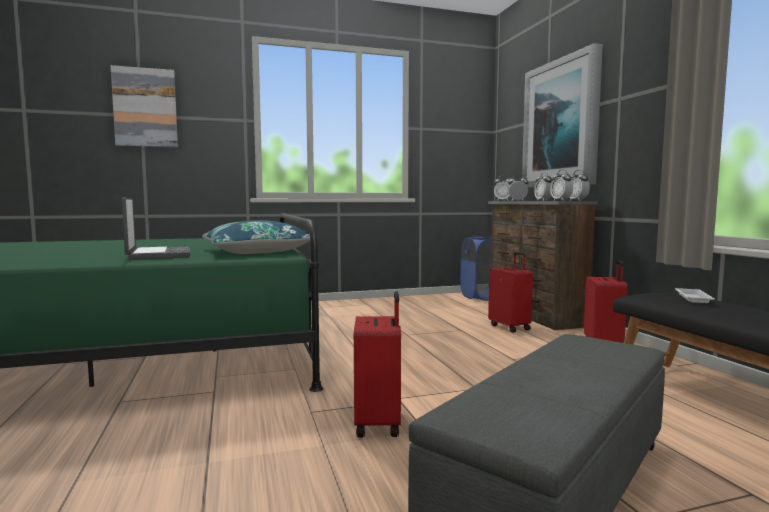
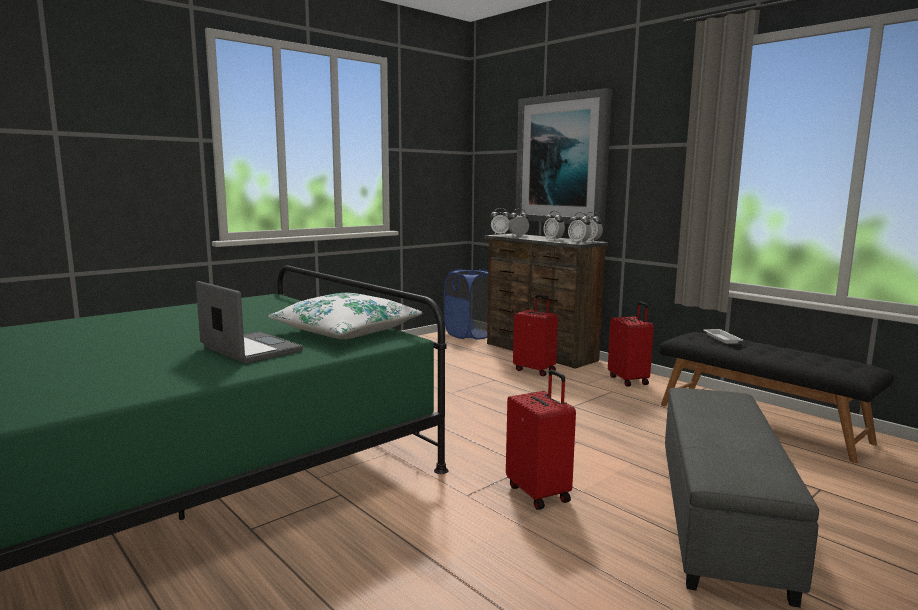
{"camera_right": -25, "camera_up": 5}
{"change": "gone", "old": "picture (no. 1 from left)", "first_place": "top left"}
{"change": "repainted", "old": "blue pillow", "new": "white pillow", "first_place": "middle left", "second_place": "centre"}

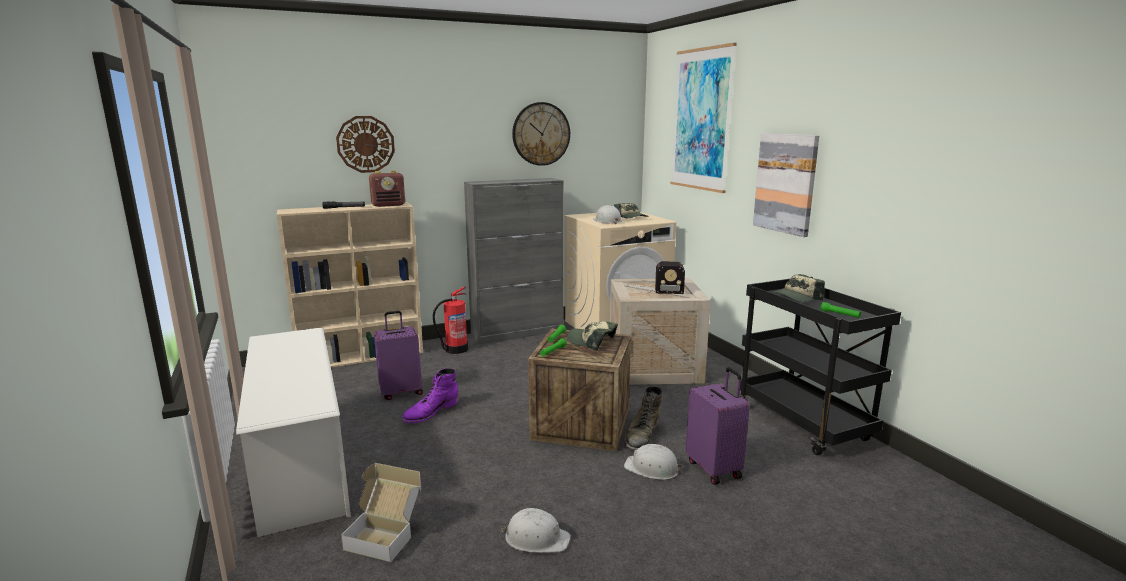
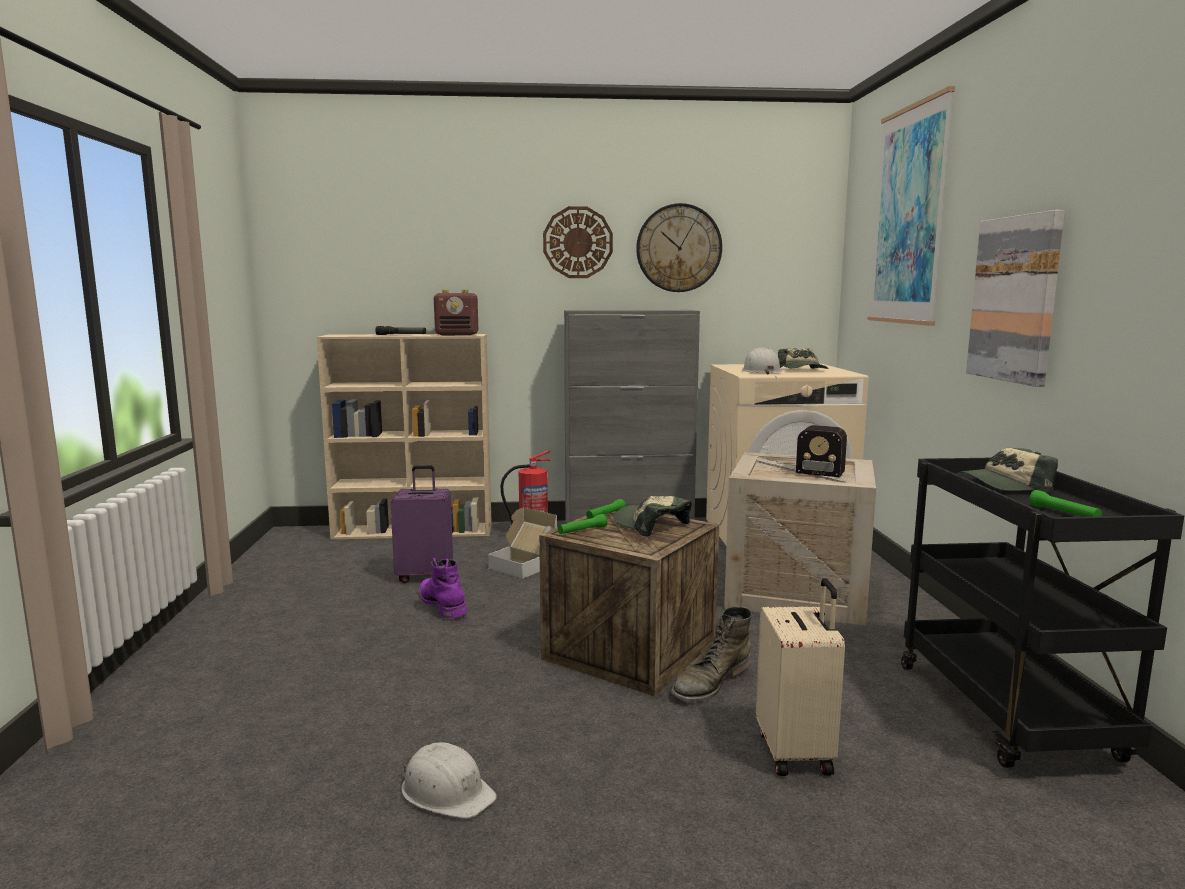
{"camera_right": 20, "camera_up": -5}
{"change": "gone", "old": "white shoe rack", "first_place": "bottom left"}
{"change": "gone", "old": "white hard hat (no. 3 from left)", "first_place": "bottom centre"}
{"change": "shifted", "old": "wall clock (no. 1 from left)", "first_place": "top left", "second_place": "top centre"}
{"change": "shifted", "old": "cardboard box", "first_place": "bottom centre", "second_place": "centre"}
{"change": "repainted", "old": "purple suitcase (no. 2 from left)", "new": "beige suitcase", "first_place": "bottom centre", "second_place": "bottom right"}
{"change": "rotated", "old": "purple boot", "first_place": "bottom centre", "second_place": "centre", "degrees": 90}

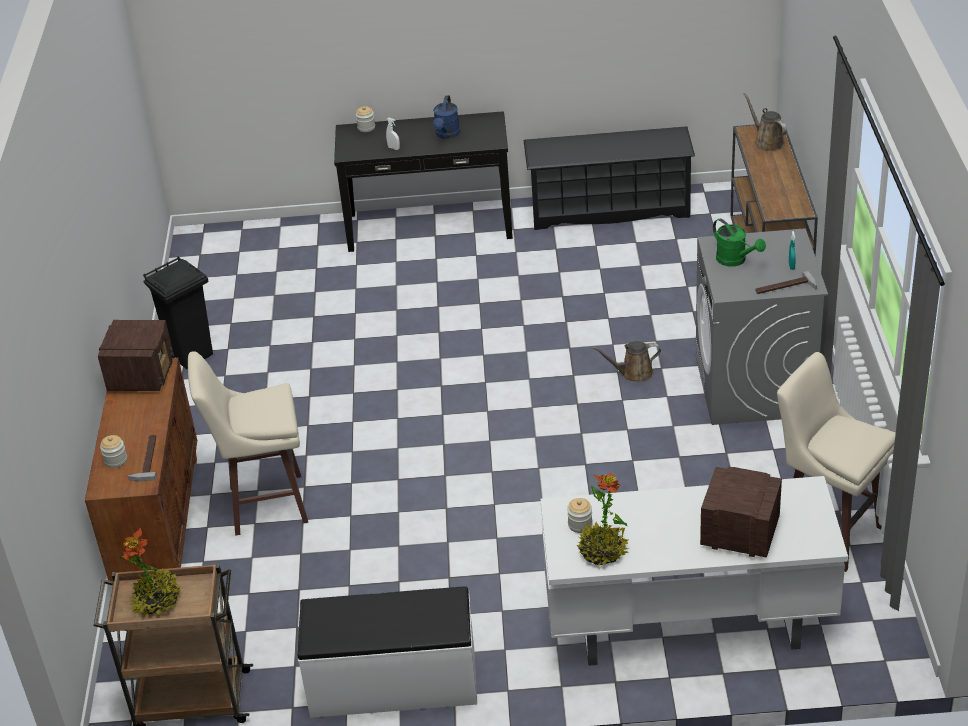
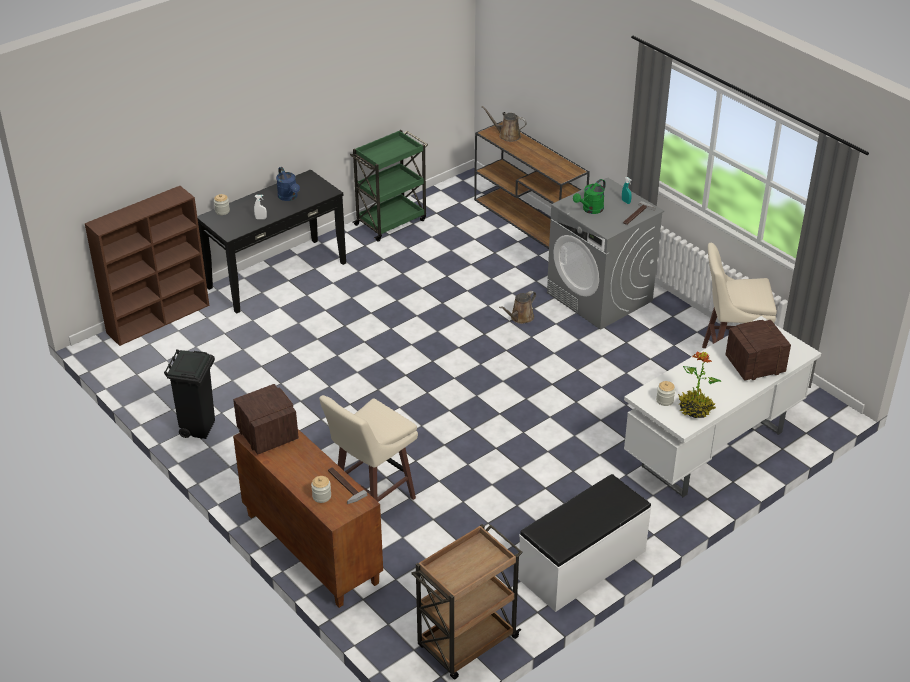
{"camera_right": -40, "camera_up": 0}
{"change": "gone", "old": "potted plant (no. 1 from left)", "first_place": "bottom left"}
{"change": "new", "new": "brown bookcase", "second_place": "middle left"}
{"change": "swapped", "old": "black shoe rack", "new": "green cart", "first_place": "top centre", "second_place": "top centre"}
{"change": "rotated", "old": "green watering can", "first_place": "middle right", "second_place": "top centre", "degrees": 120}

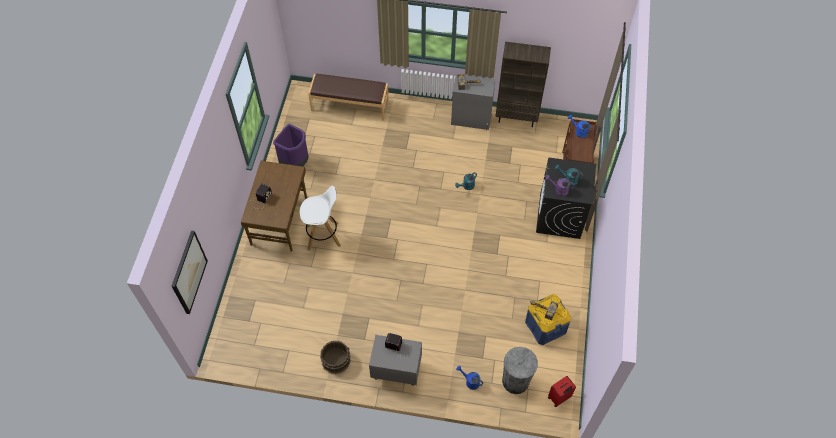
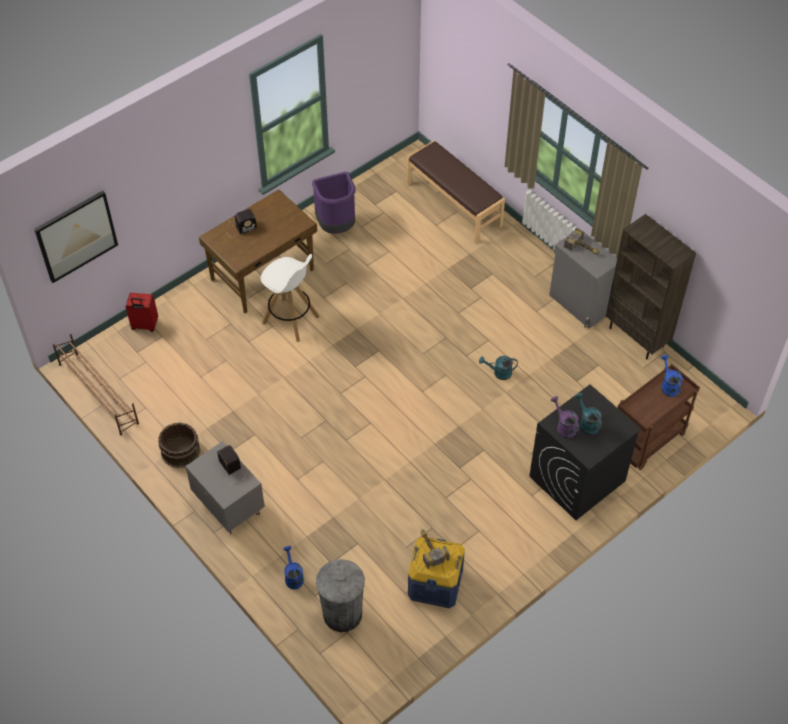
{"camera_right": 40, "camera_up": -5}
{"change": "new", "new": "brown shoe rack", "second_place": "middle left"}
{"change": "shifted", "old": "red suitcase", "first_place": "bottom right", "second_place": "middle left"}

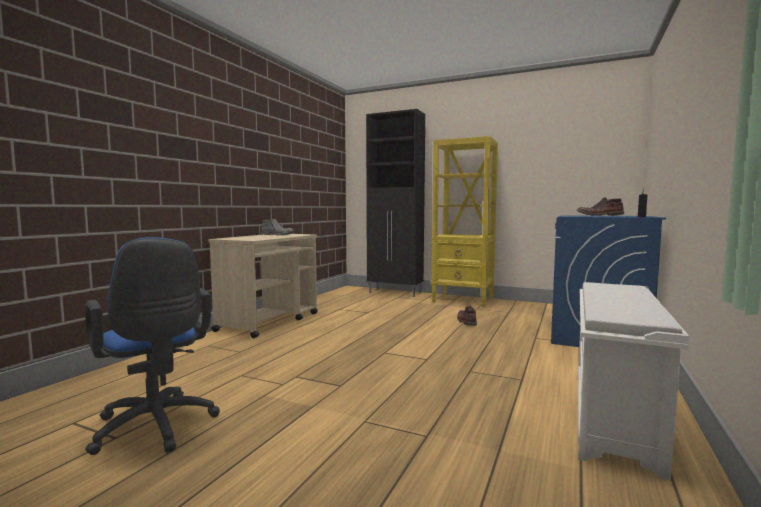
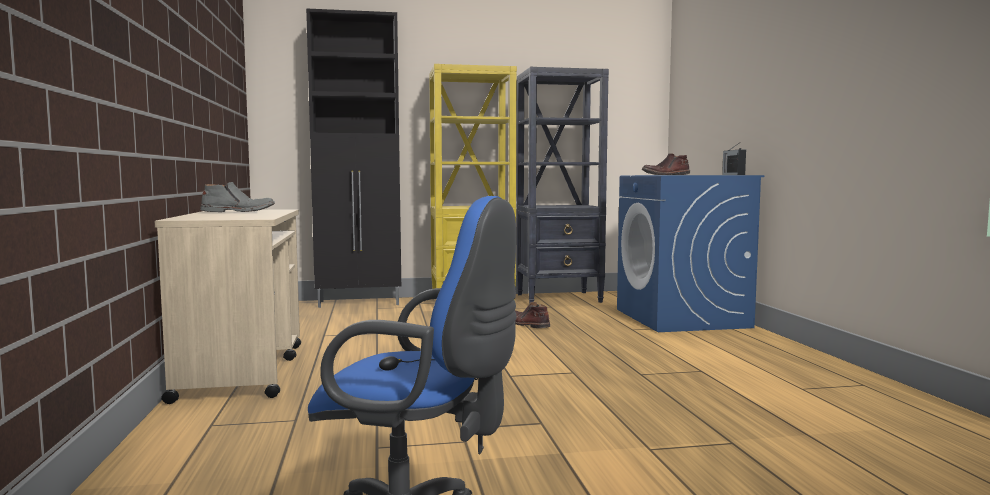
{"camera_right": -35, "camera_up": 0}
{"change": "gone", "old": "white shoe rack", "first_place": "bottom right"}
{"change": "new", "new": "black bookcase", "second_place": "centre"}

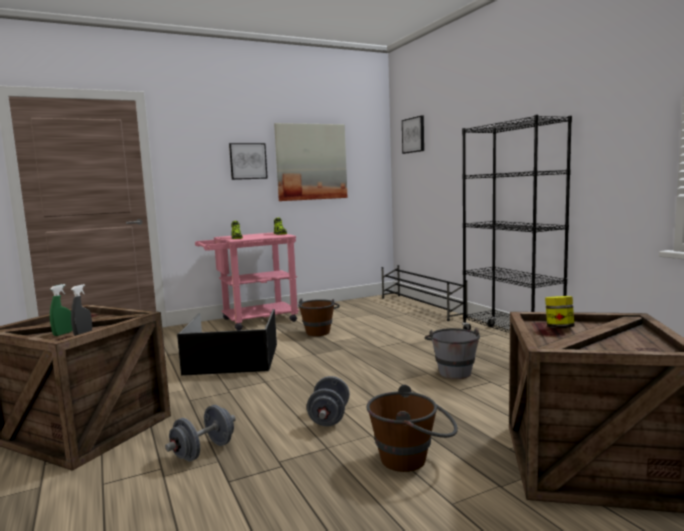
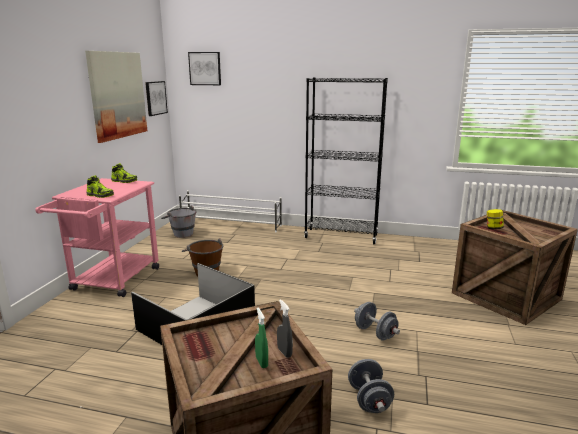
{"camera_right": -50, "camera_up": 10}
{"change": "gone", "old": "brown bucket (no. 2 from left)", "first_place": "bottom centre"}
{"change": "shifted", "old": "picture (no. 1 from left in the first image)", "new": "picture (no. 2 from left)", "first_place": "top centre", "second_place": "top left"}
{"change": "shifted", "old": "grey bucket", "first_place": "centre", "second_place": "middle left"}
{"change": "repainted", "old": "black shoe rack", "new": "white shoe rack", "first_place": "centre", "second_place": "centre"}

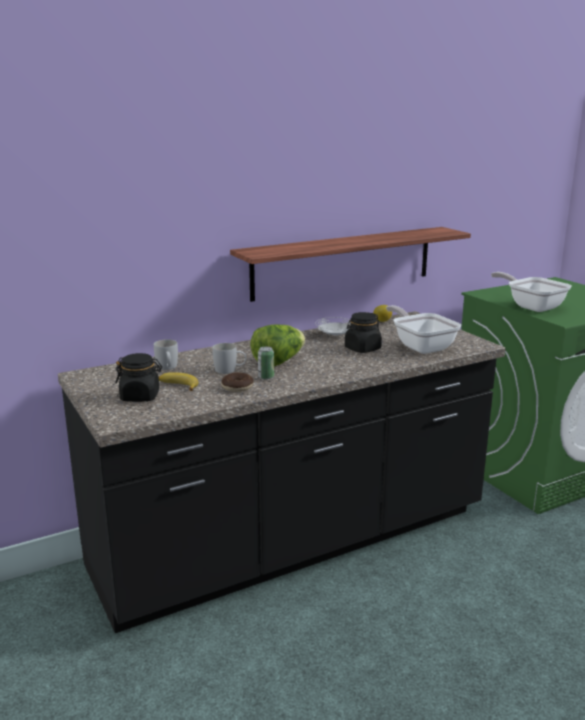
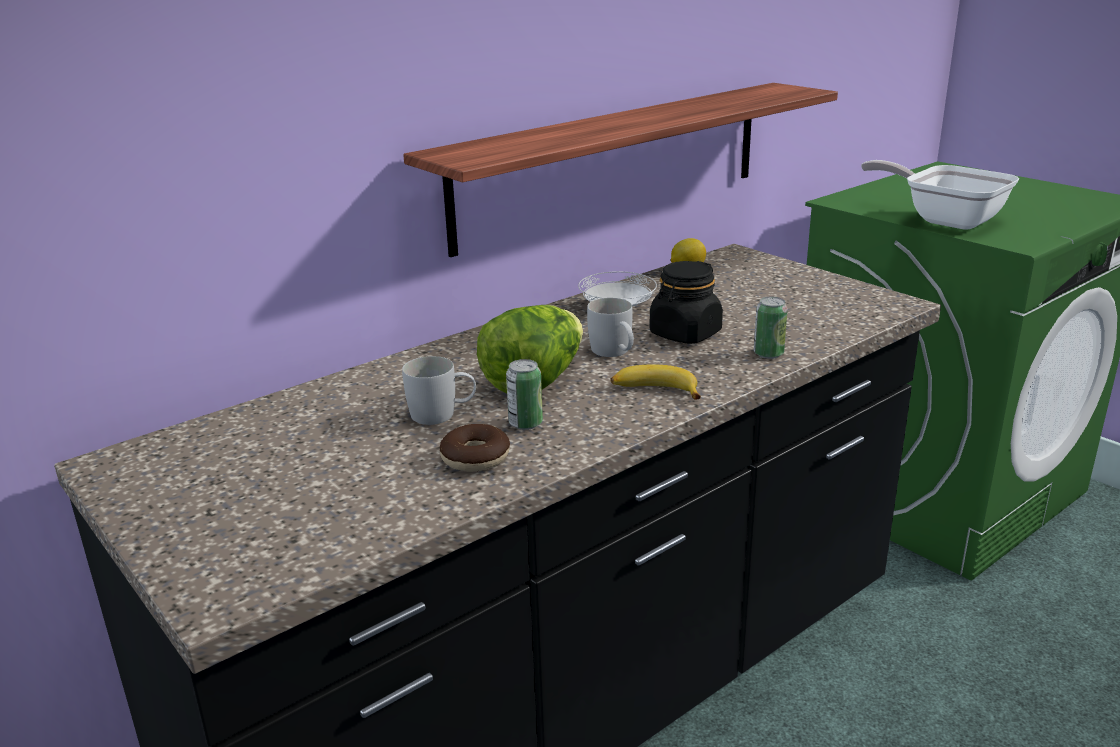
{"camera_right": -10, "camera_up": 5}
{"change": "gone", "old": "black jar (no. 1 from left)", "first_place": "middle left"}
{"change": "gone", "old": "frying pan (no. 1 from left)", "first_place": "middle right"}
{"change": "new", "new": "can (no. 2 from left)", "second_place": "middle right"}
{"change": "shifted", "old": "white mug (no. 1 from left in the first image)", "new": "white mug (no. 2 from left)", "first_place": "middle left", "second_place": "centre"}
{"change": "shifted", "old": "banana", "first_place": "middle left", "second_place": "centre"}

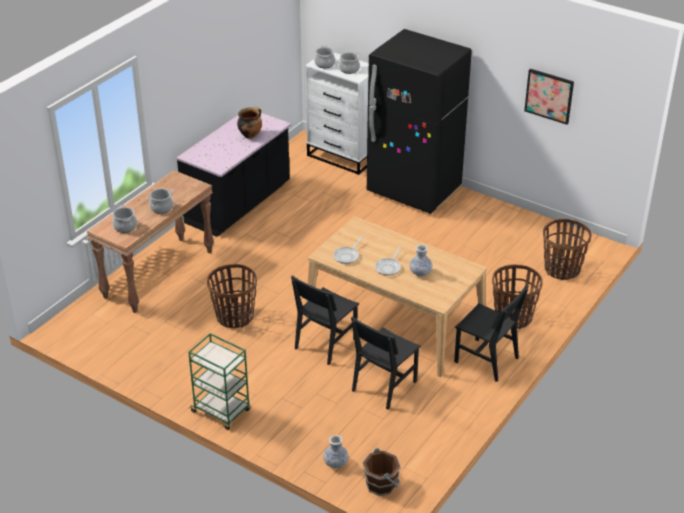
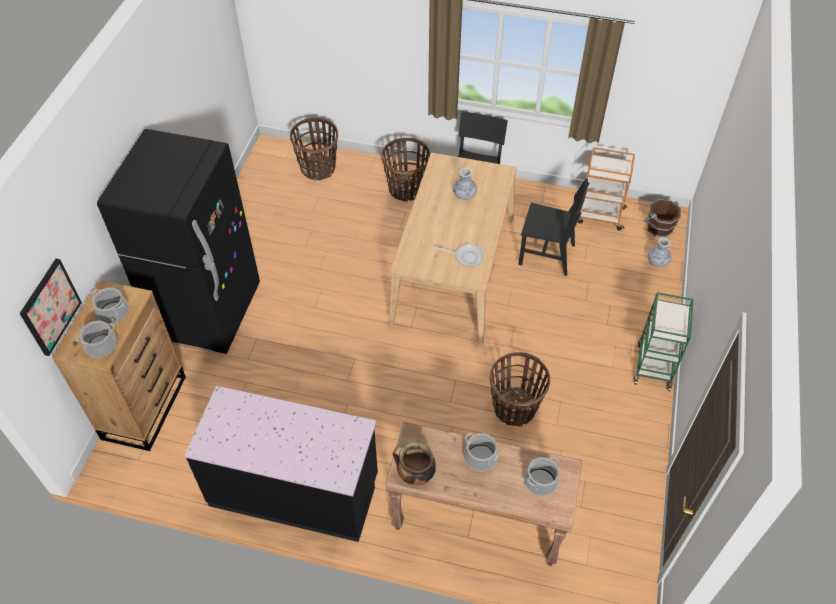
{"camera_right": -110, "camera_up": 15}
{"change": "gone", "old": "black chair (no. 1 from left)", "first_place": "centre"}
{"change": "gone", "old": "frying pan (no. 2 from left)", "first_place": "centre"}
{"change": "new", "new": "orange cart", "second_place": "top right"}
{"change": "shifted", "old": "cooking pot (no. 3 from left)", "first_place": "top centre", "second_place": "bottom centre"}
{"change": "shifted", "old": "picture", "first_place": "top right", "second_place": "middle left"}
{"change": "repainted", "old": "white dresser", "new": "brown dresser", "first_place": "top centre", "second_place": "middle left"}

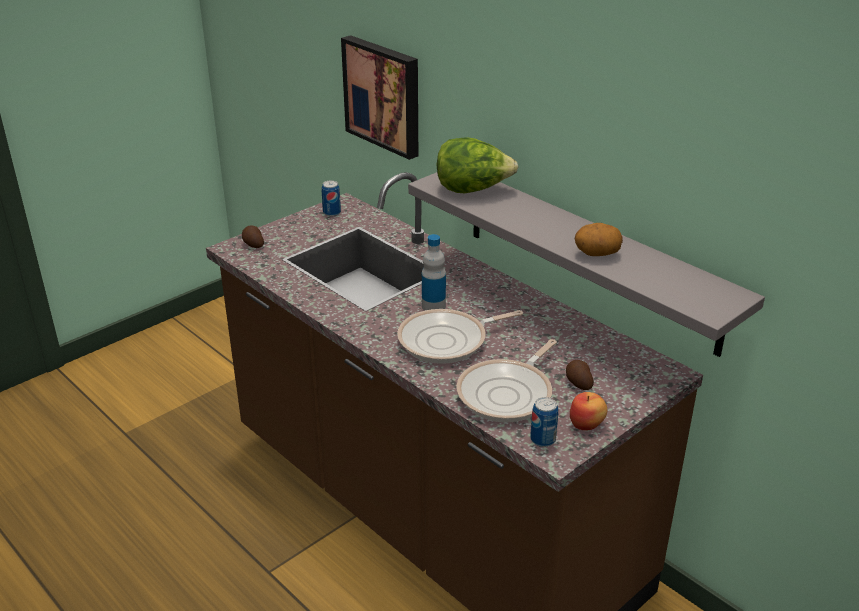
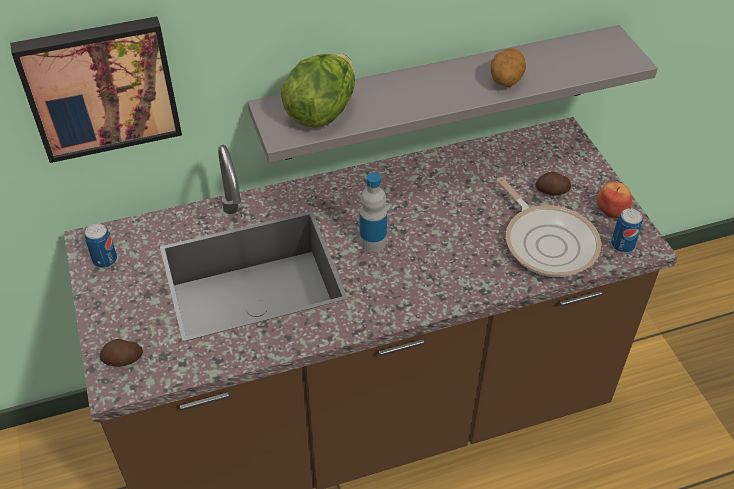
{"camera_right": -65, "camera_up": 15}
{"change": "gone", "old": "frying pan (no. 1 from left)", "first_place": "centre"}

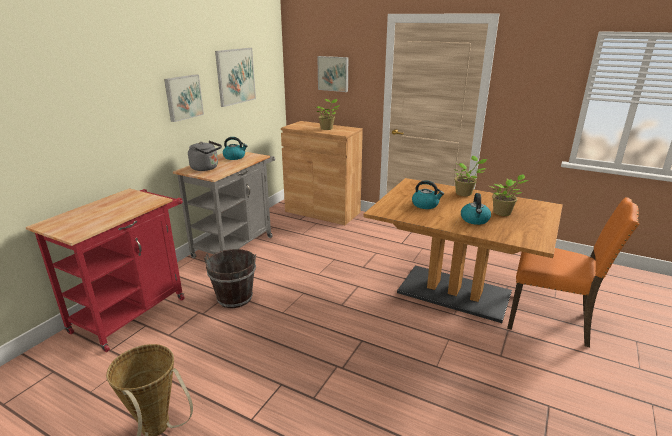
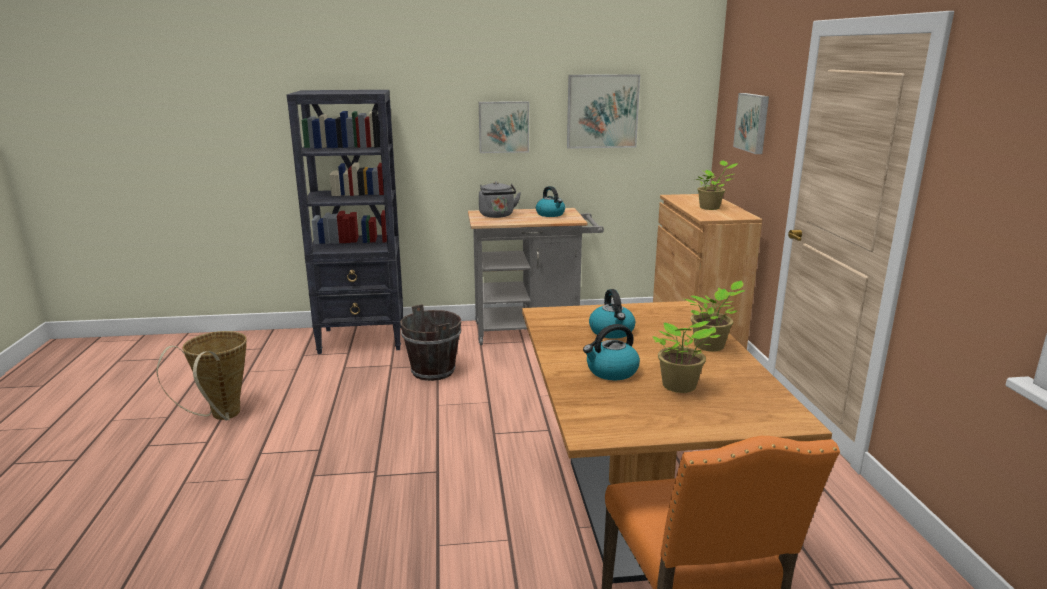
{"camera_right": 55, "camera_up": -5}
{"change": "swapped", "old": "red cart", "new": "black bookcase", "first_place": "middle left", "second_place": "middle left"}

